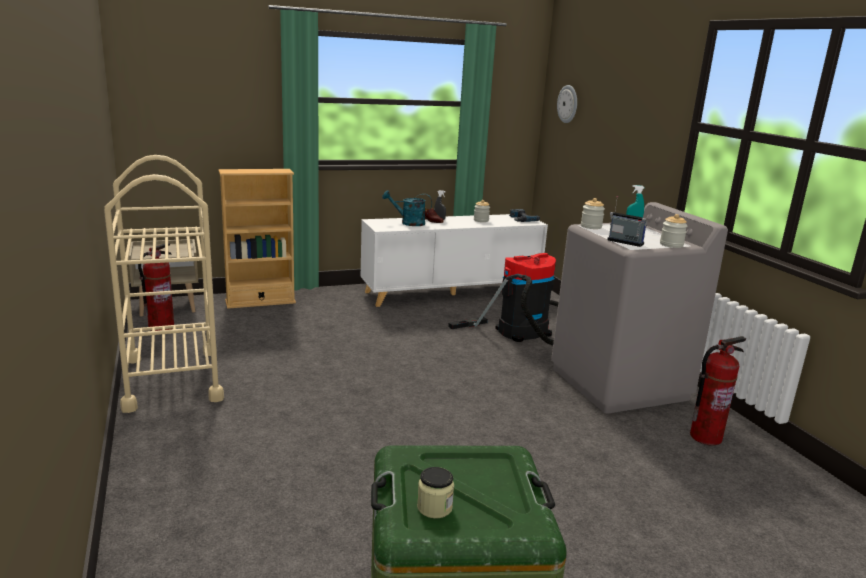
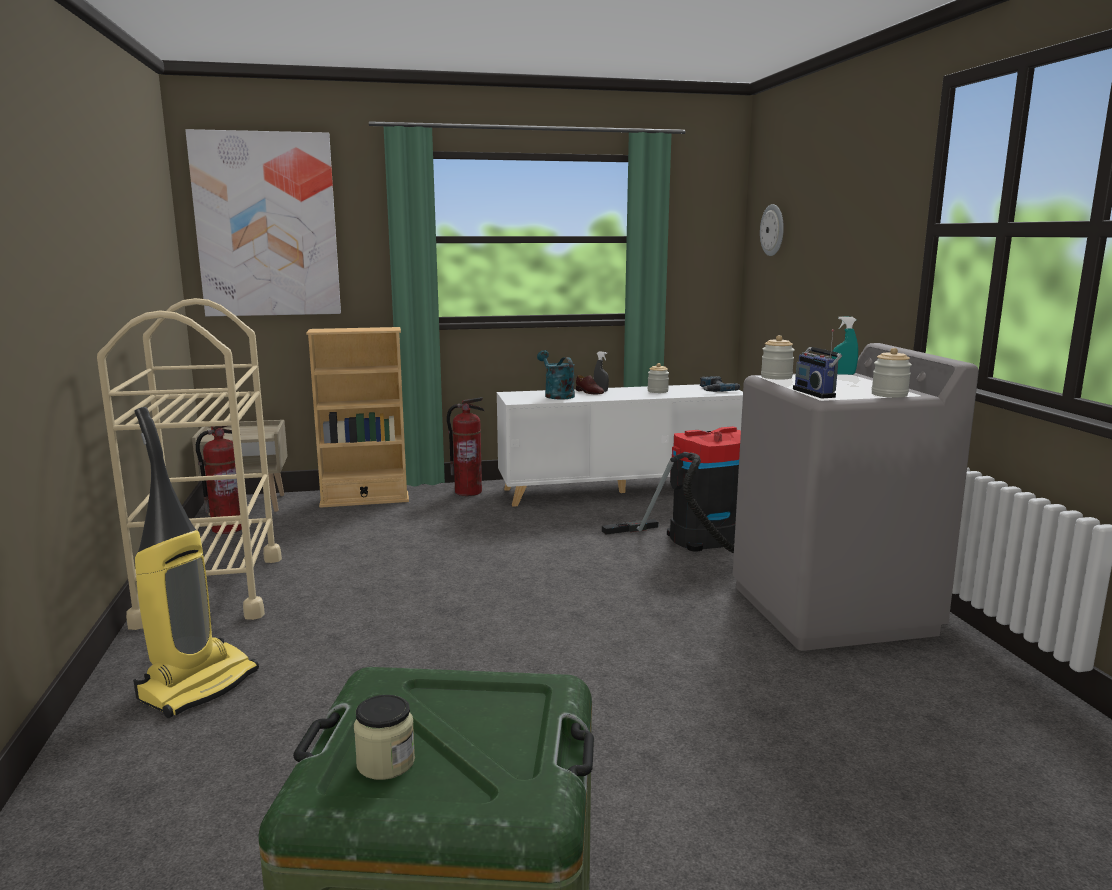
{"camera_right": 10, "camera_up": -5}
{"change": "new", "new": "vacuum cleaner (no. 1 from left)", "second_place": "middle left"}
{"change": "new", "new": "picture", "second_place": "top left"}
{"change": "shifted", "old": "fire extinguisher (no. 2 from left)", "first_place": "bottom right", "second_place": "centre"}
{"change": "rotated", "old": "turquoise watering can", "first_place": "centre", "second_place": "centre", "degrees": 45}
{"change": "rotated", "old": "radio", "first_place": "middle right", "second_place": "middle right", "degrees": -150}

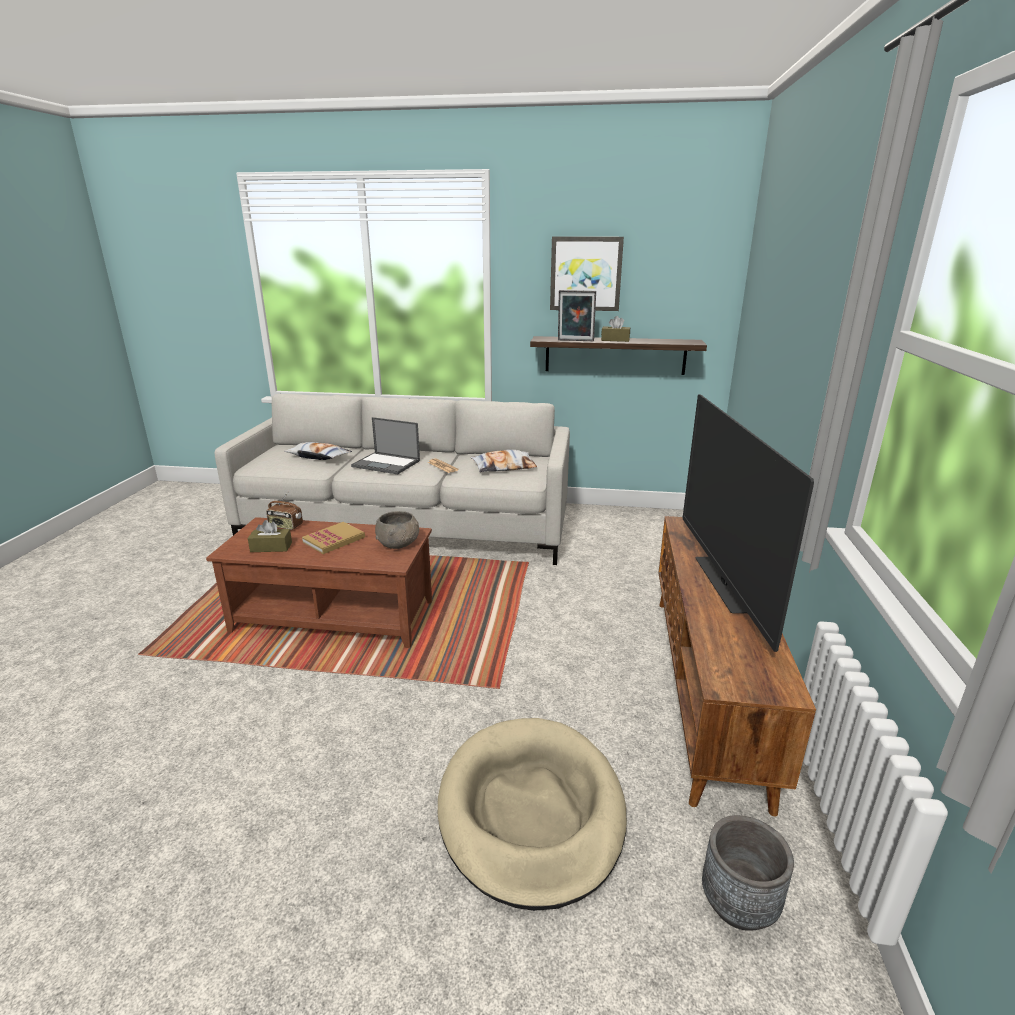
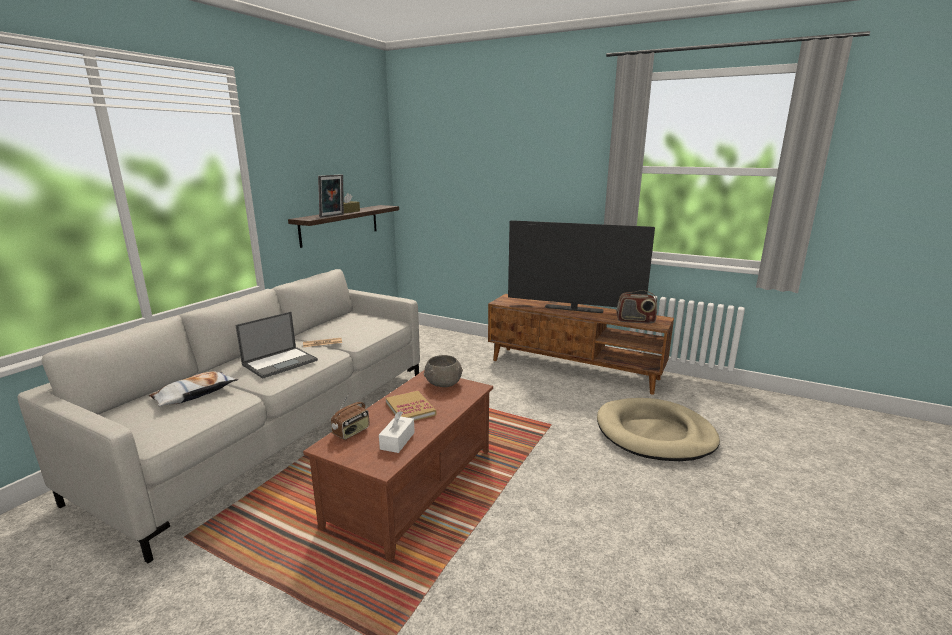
{"camera_right": -70, "camera_up": -5}
{"change": "gone", "old": "pillow (no. 2 from left)", "first_place": "centre"}
{"change": "gone", "old": "picture", "first_place": "top centre"}
{"change": "gone", "old": "grey planter", "first_place": "bottom right"}
{"change": "new", "new": "radio (no. 2 from left)", "second_place": "middle right"}
{"change": "repainted", "old": "brown tissue box (no. 1 from left)", "new": "white tissue box", "first_place": "middle left", "second_place": "bottom centre"}

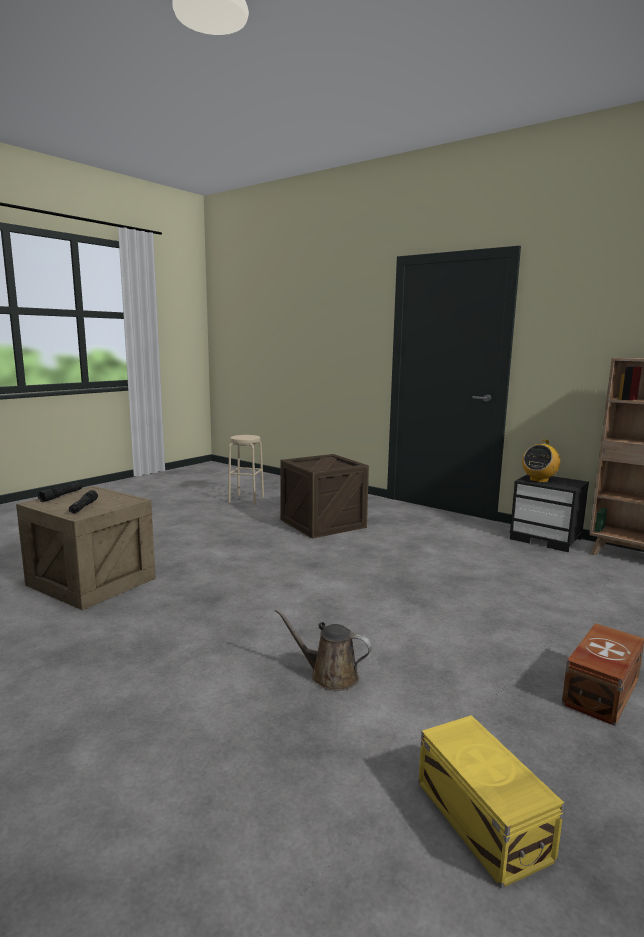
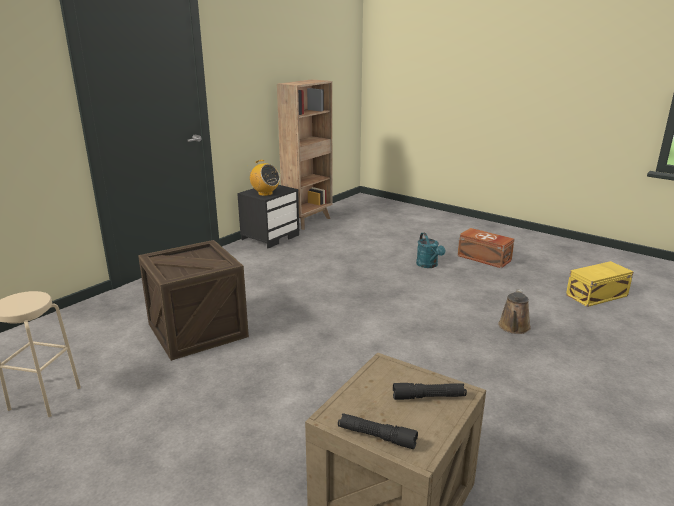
{"camera_right": -90, "camera_up": 10}
{"change": "new", "new": "turquoise watering can", "second_place": "centre"}

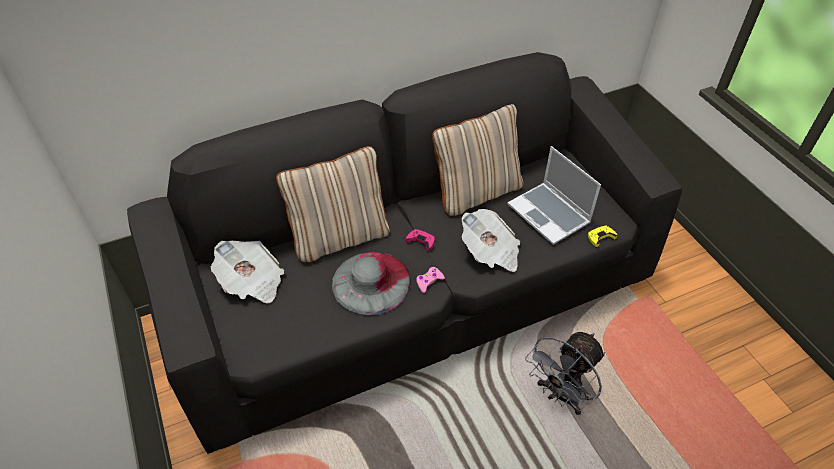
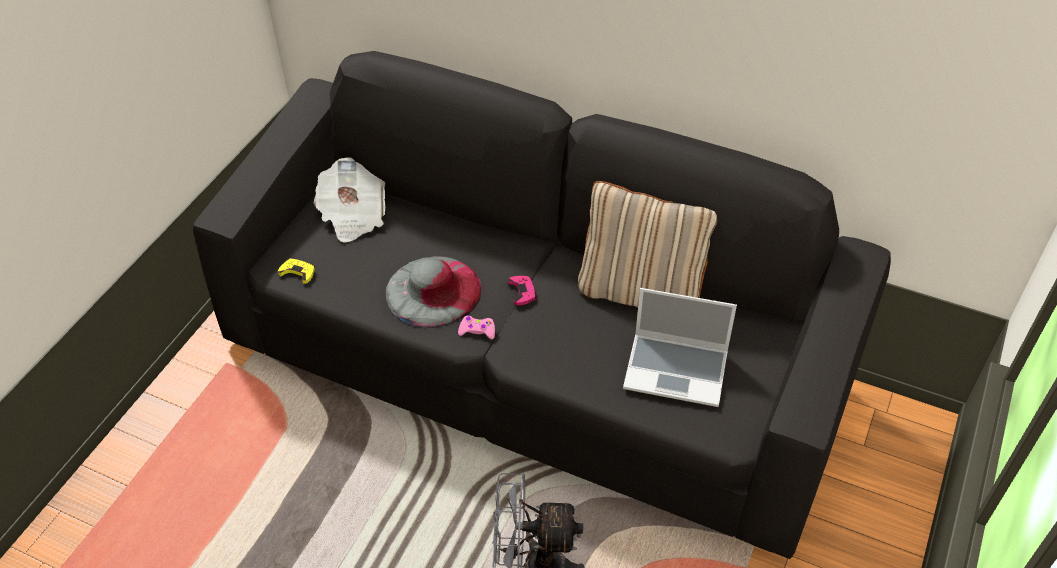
{"camera_right": 50, "camera_up": 0}
{"change": "gone", "old": "beige pillow (no. 1 from left)", "first_place": "centre"}
{"change": "gone", "old": "newspaper (no. 2 from left)", "first_place": "centre"}
{"change": "shifted", "old": "yellow game controller", "first_place": "middle right", "second_place": "middle left"}
{"change": "rotated", "old": "laptop", "first_place": "centre", "second_place": "centre", "degrees": -90}

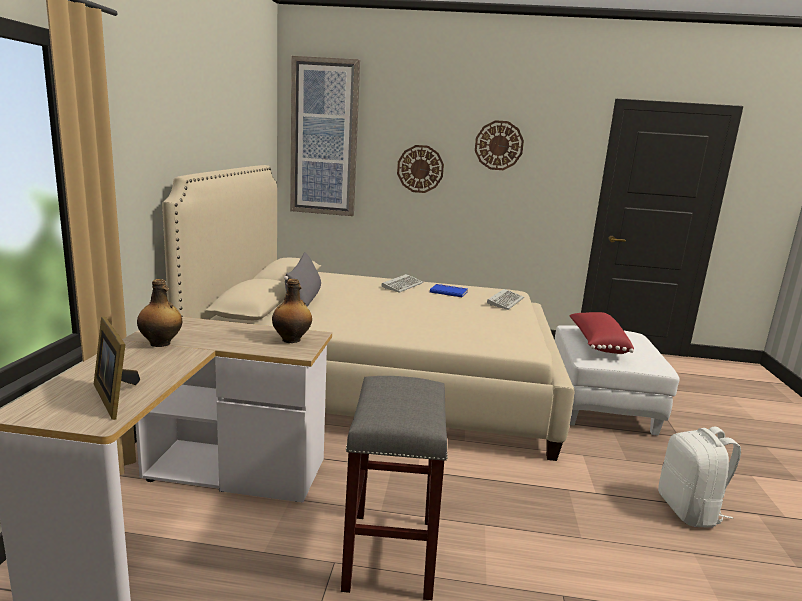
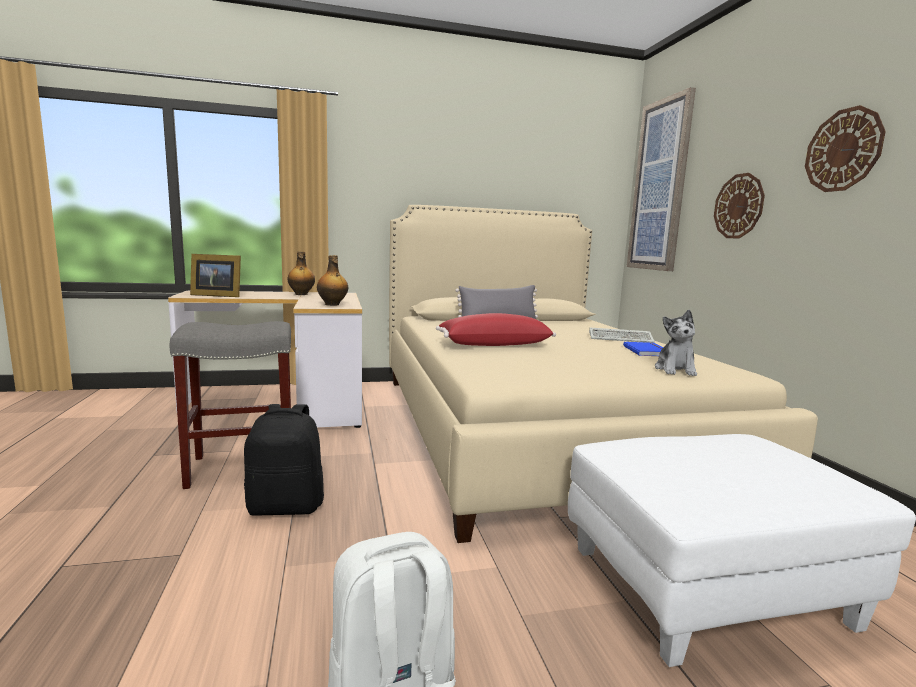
{"camera_right": 70, "camera_up": -5}
{"change": "new", "new": "black backpack", "second_place": "bottom left"}
{"change": "shifted", "old": "red pillow", "first_place": "middle right", "second_place": "centre"}
{"change": "swapped", "old": "keyboard (no. 2 from left)", "new": "plush toy", "first_place": "centre", "second_place": "middle right"}
{"change": "rotated", "old": "picture frame", "first_place": "middle left", "second_place": "middle left", "degrees": -120}

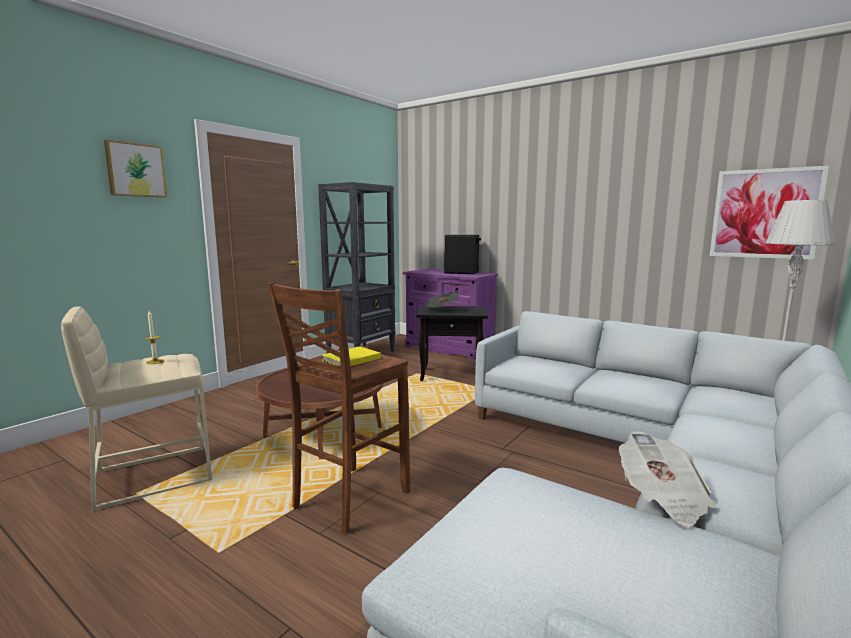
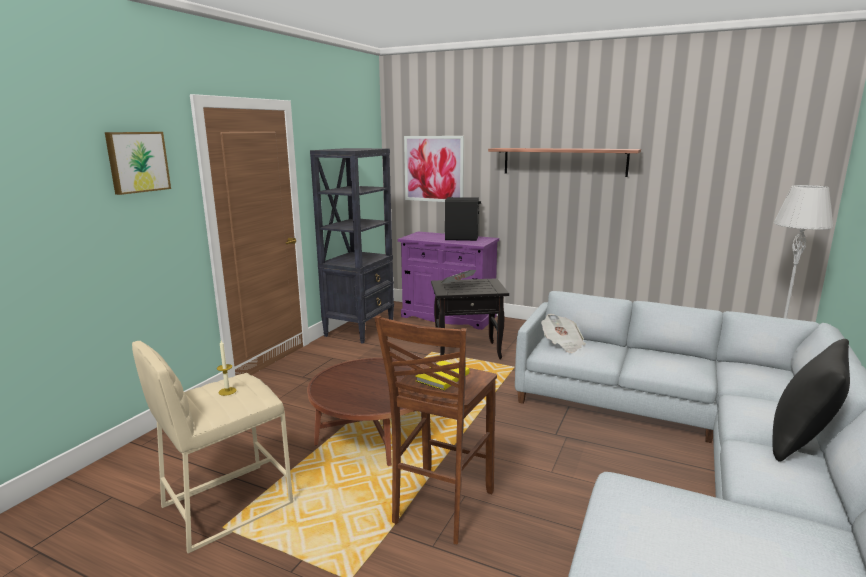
{"camera_right": -10, "camera_up": 5}
{"change": "new", "new": "shelf", "second_place": "top centre"}
{"change": "new", "new": "black pillow", "second_place": "bottom right"}
{"change": "shifted", "old": "newspaper (no. 2 from left)", "first_place": "bottom right", "second_place": "centre"}
{"change": "shifted", "old": "picture (no. 2 from left)", "first_place": "middle right", "second_place": "top centre"}

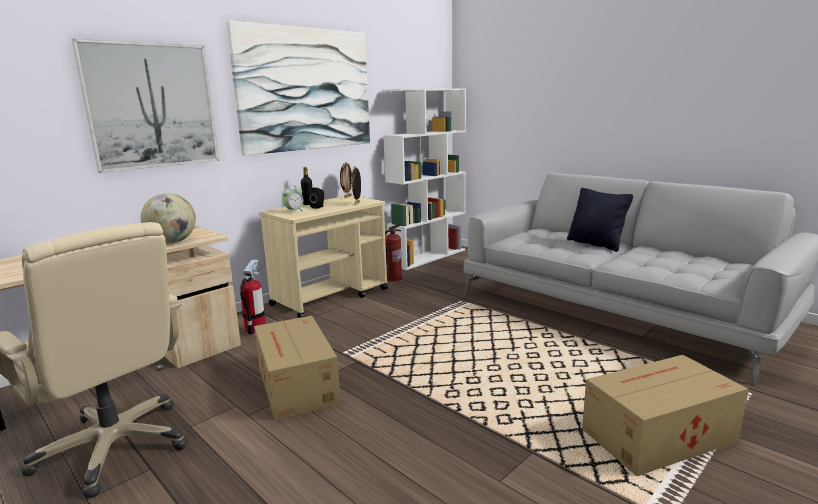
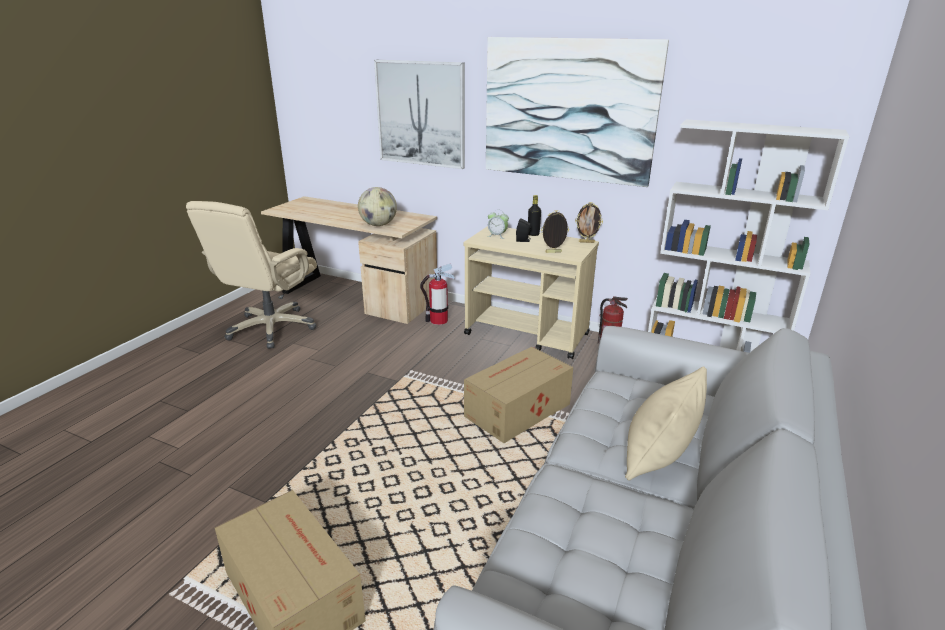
{"camera_right": 70, "camera_up": 10}
{"change": "shifted", "old": "cardboard box (no. 1 from left in the first image)", "new": "cardboard box (no. 2 from left)", "first_place": "bottom centre", "second_place": "centre"}
{"change": "repainted", "old": "black pillow", "new": "beige pillow", "first_place": "middle right", "second_place": "bottom right"}

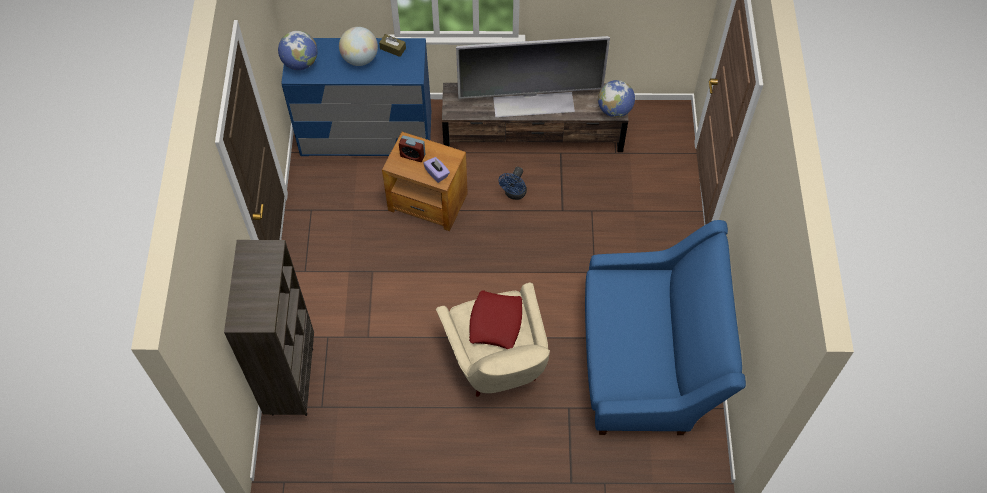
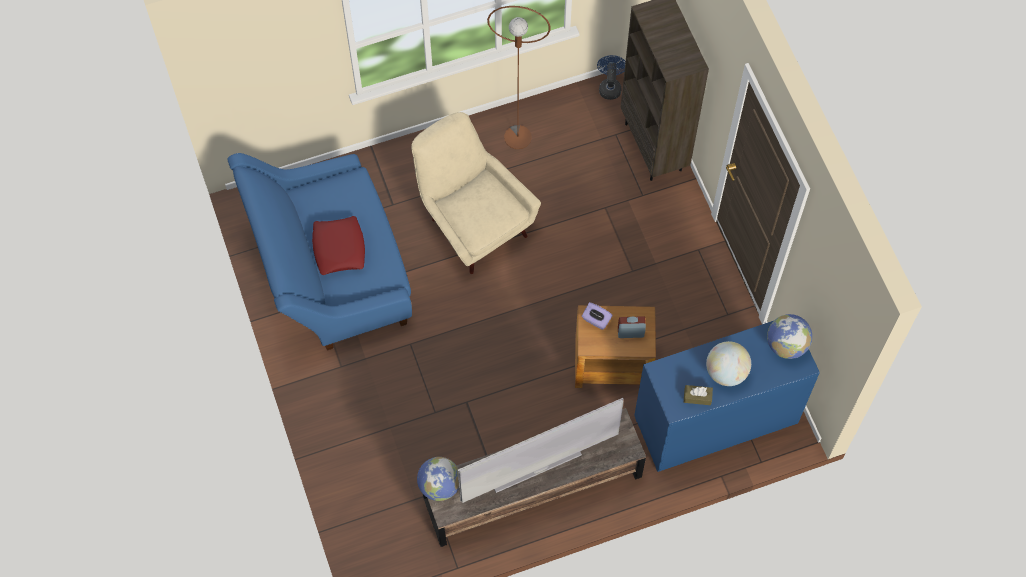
{"camera_right": 160, "camera_up": 5}
{"change": "new", "new": "brown floor lamp", "second_place": "top centre"}
{"change": "shifted", "old": "red pillow", "first_place": "centre", "second_place": "middle left"}
{"change": "shifted", "old": "blue fan", "first_place": "centre", "second_place": "top centre"}

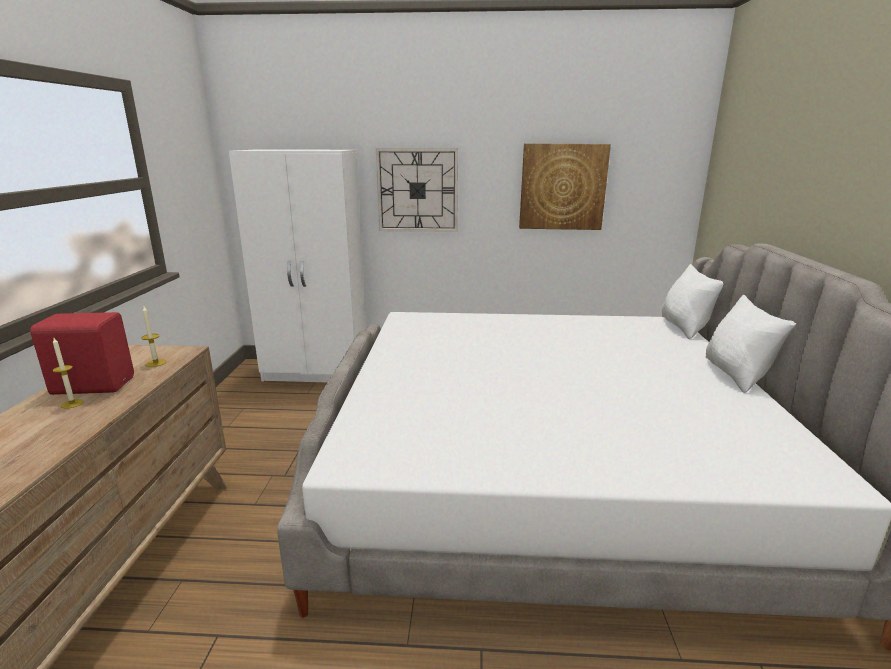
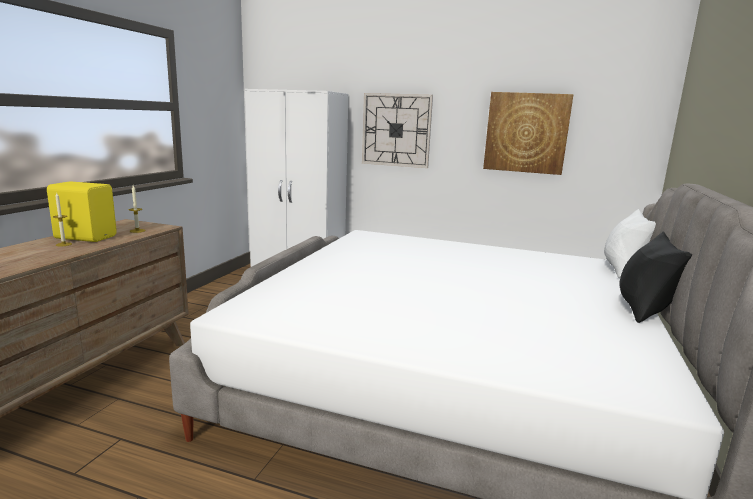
{"camera_right": 15, "camera_up": -5}
{"change": "repainted", "old": "red speaker", "new": "yellow speaker", "first_place": "middle left", "second_place": "middle left"}
{"change": "repainted", "old": "white pillow (no. 2 from left)", "new": "black pillow", "first_place": "middle right", "second_place": "middle right"}

